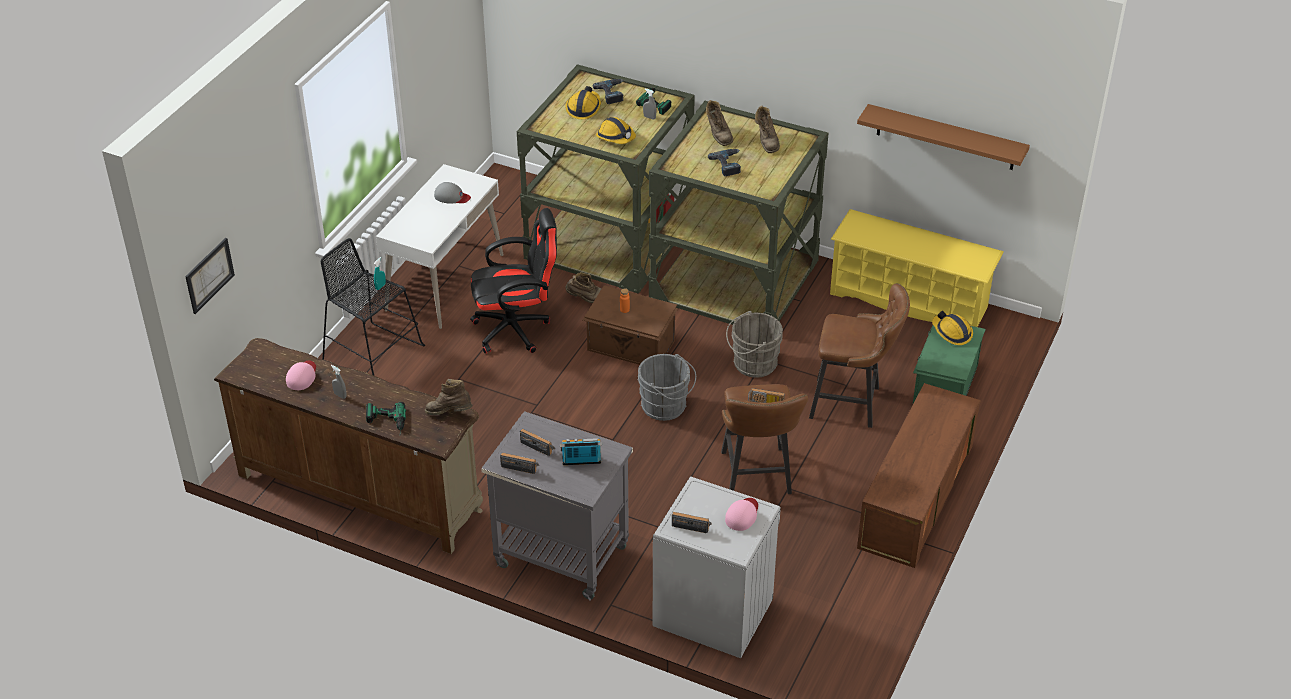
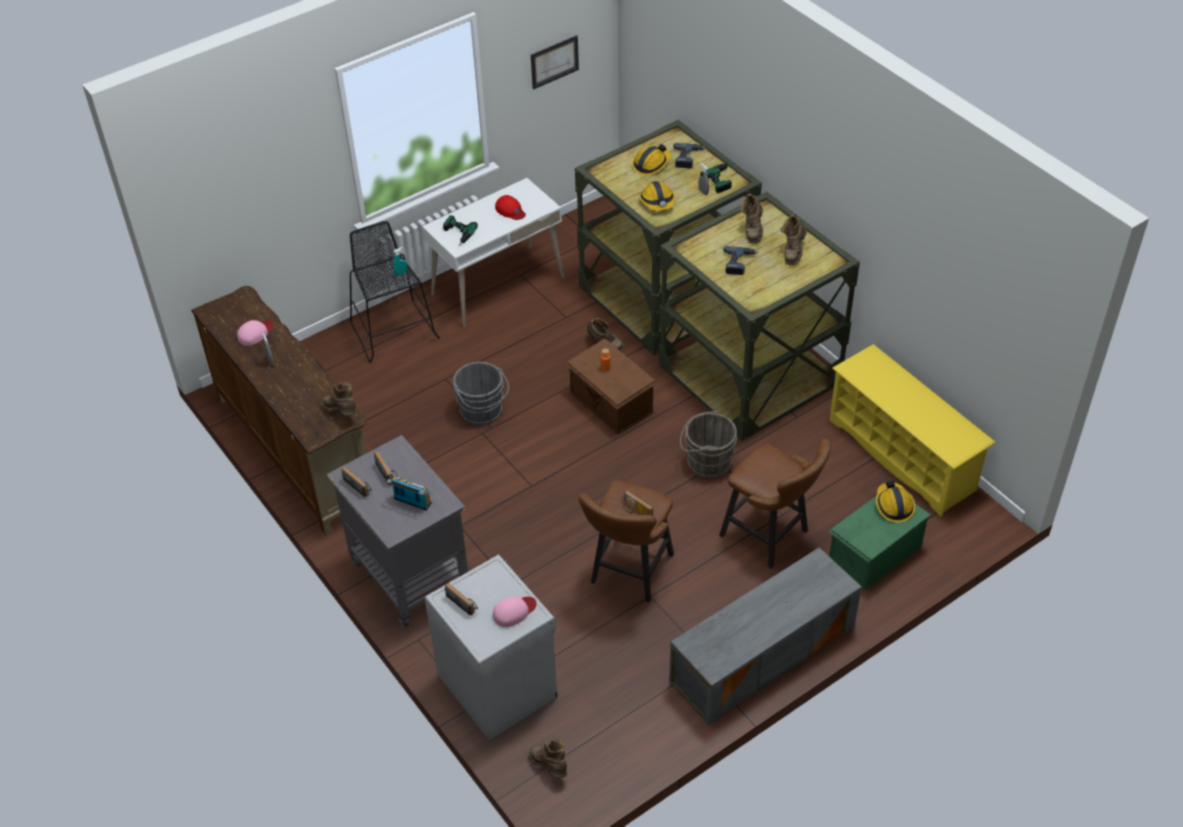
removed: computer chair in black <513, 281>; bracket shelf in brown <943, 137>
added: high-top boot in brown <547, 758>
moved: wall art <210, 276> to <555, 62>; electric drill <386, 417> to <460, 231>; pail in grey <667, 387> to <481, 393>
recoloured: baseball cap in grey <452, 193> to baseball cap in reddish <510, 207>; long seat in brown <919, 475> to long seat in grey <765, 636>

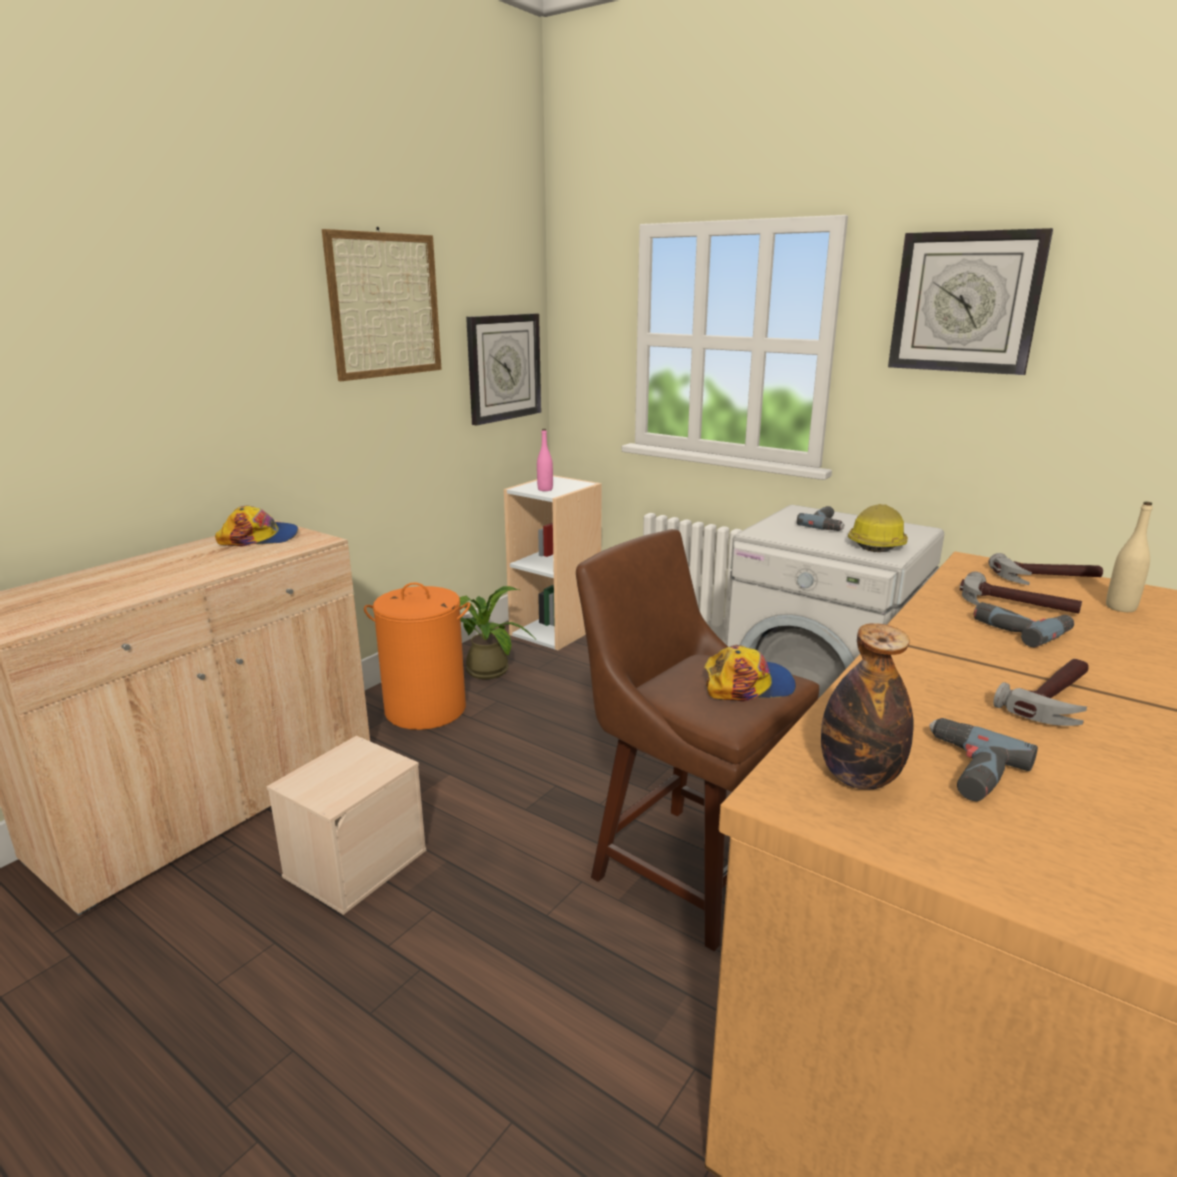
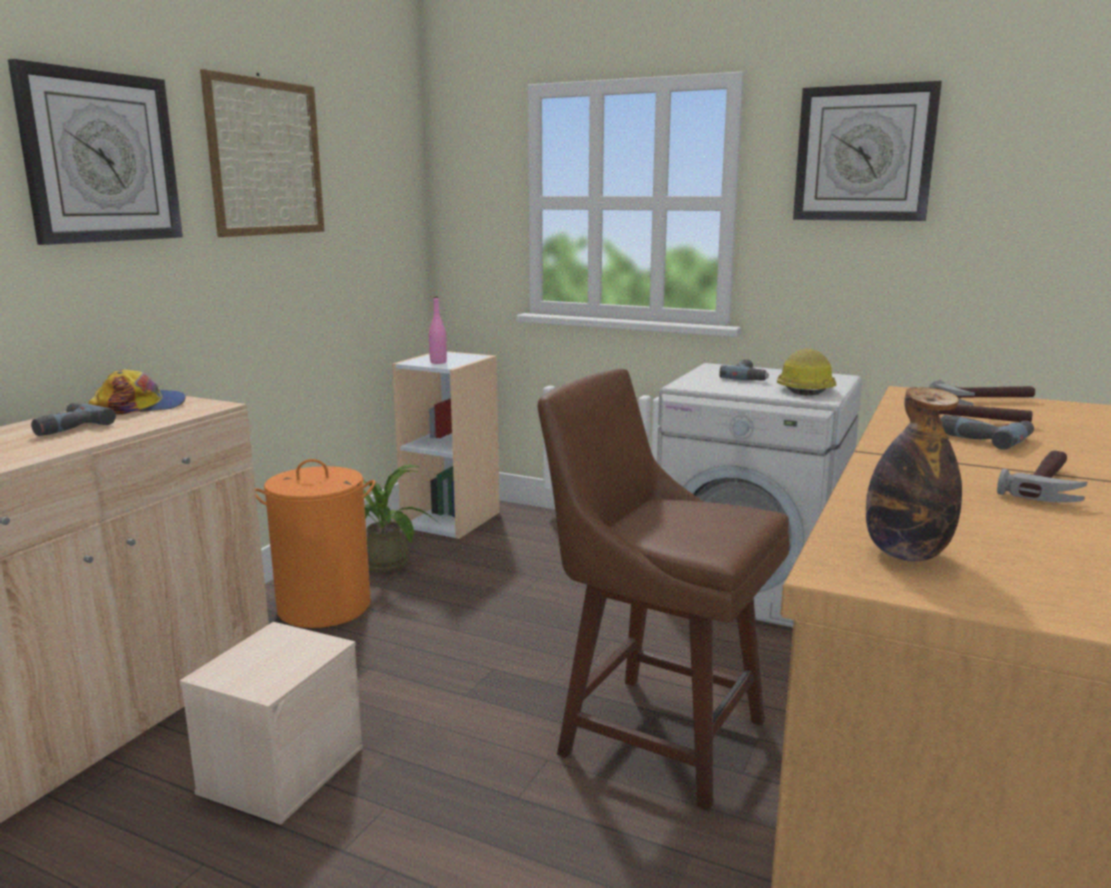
removed: baseball cap <750, 673>; beverage bottle in sand-coloured <1129, 557>
moved: hanging clock <503, 369> to <95, 152>; electric drill <983, 759> to <73, 419>

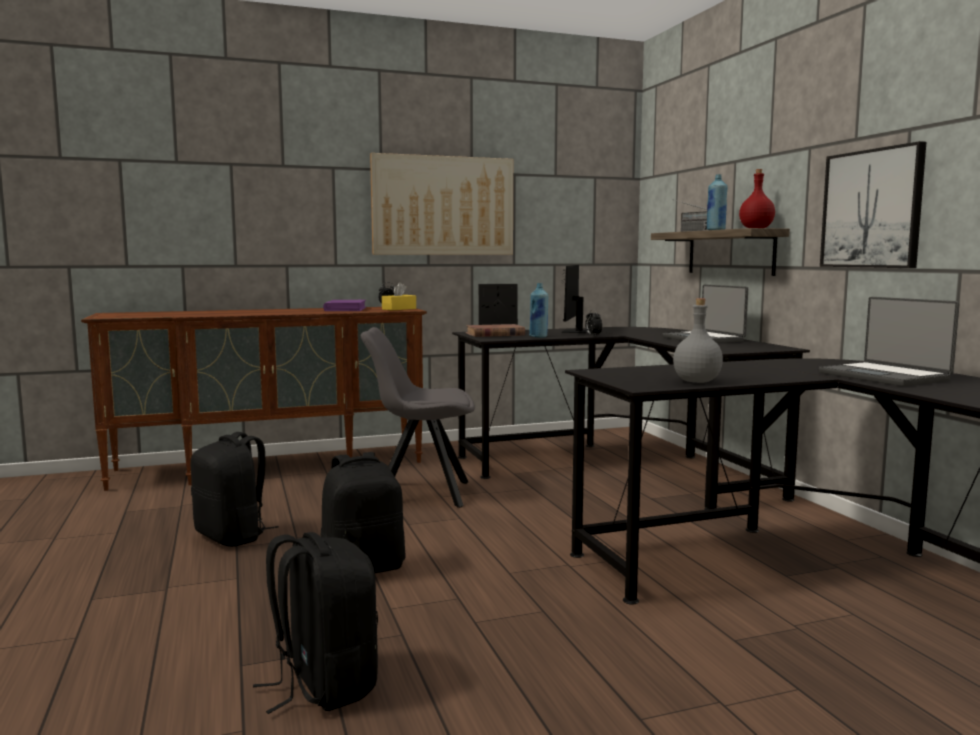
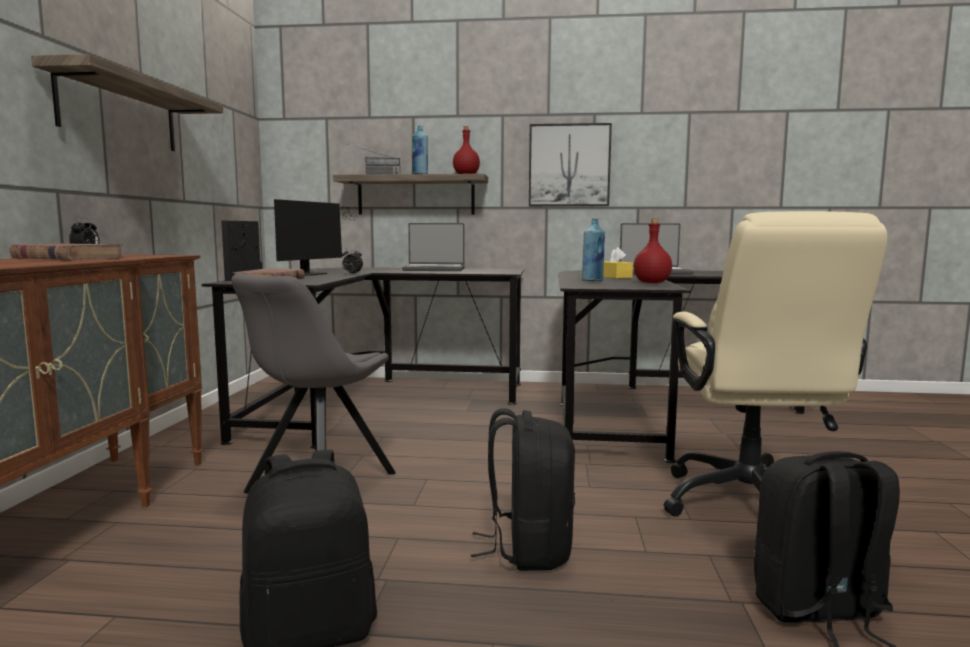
added: computer chair in sand-coloured <775, 364>
moved: tissue box in yellowish <399, 296> to <618, 263>; beverage bottle in blue <538, 310> to <593, 250>
replaced: wall art <441, 204> to bracket shelf <127, 102>
recoloured: volume in purplish <345, 305> to volume in brown <66, 251>; beverage bottle in grey <698, 340> to beverage bottle in reddish <652, 250>
turned: computer screen <574, 299> = <316, 237> 105 degrees counterclockwise

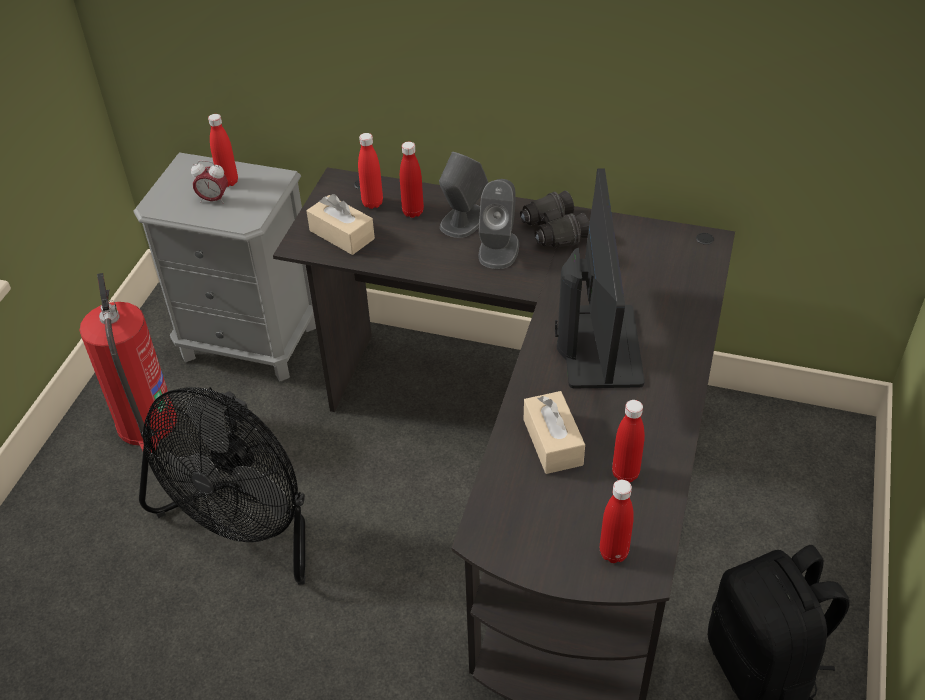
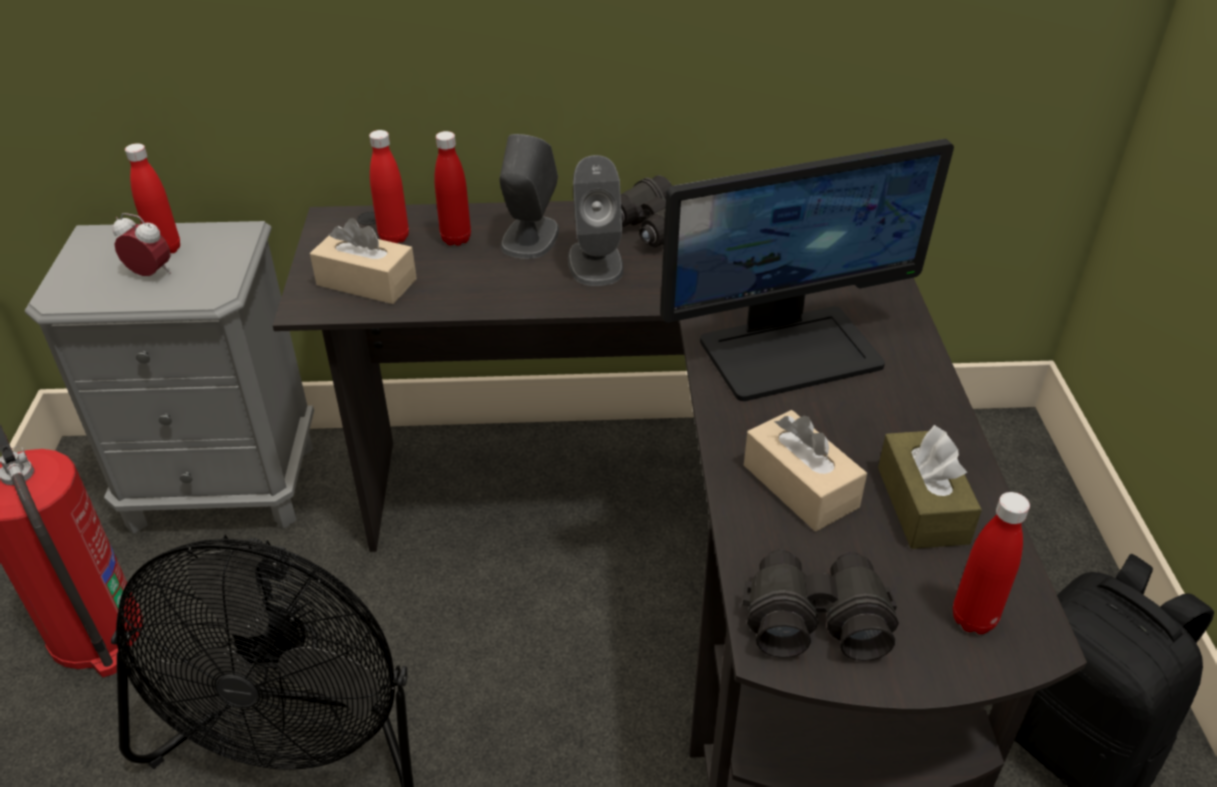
added: field glasses in black <821, 605>
replaced: beverage bottle in reddish <628, 441> to tissue box in brown <930, 487>
turned: bedside clock <209, 182> = <141, 244> 150 degrees counterclockwise; computer screen <600, 278> = <807, 270> 90 degrees clockwise

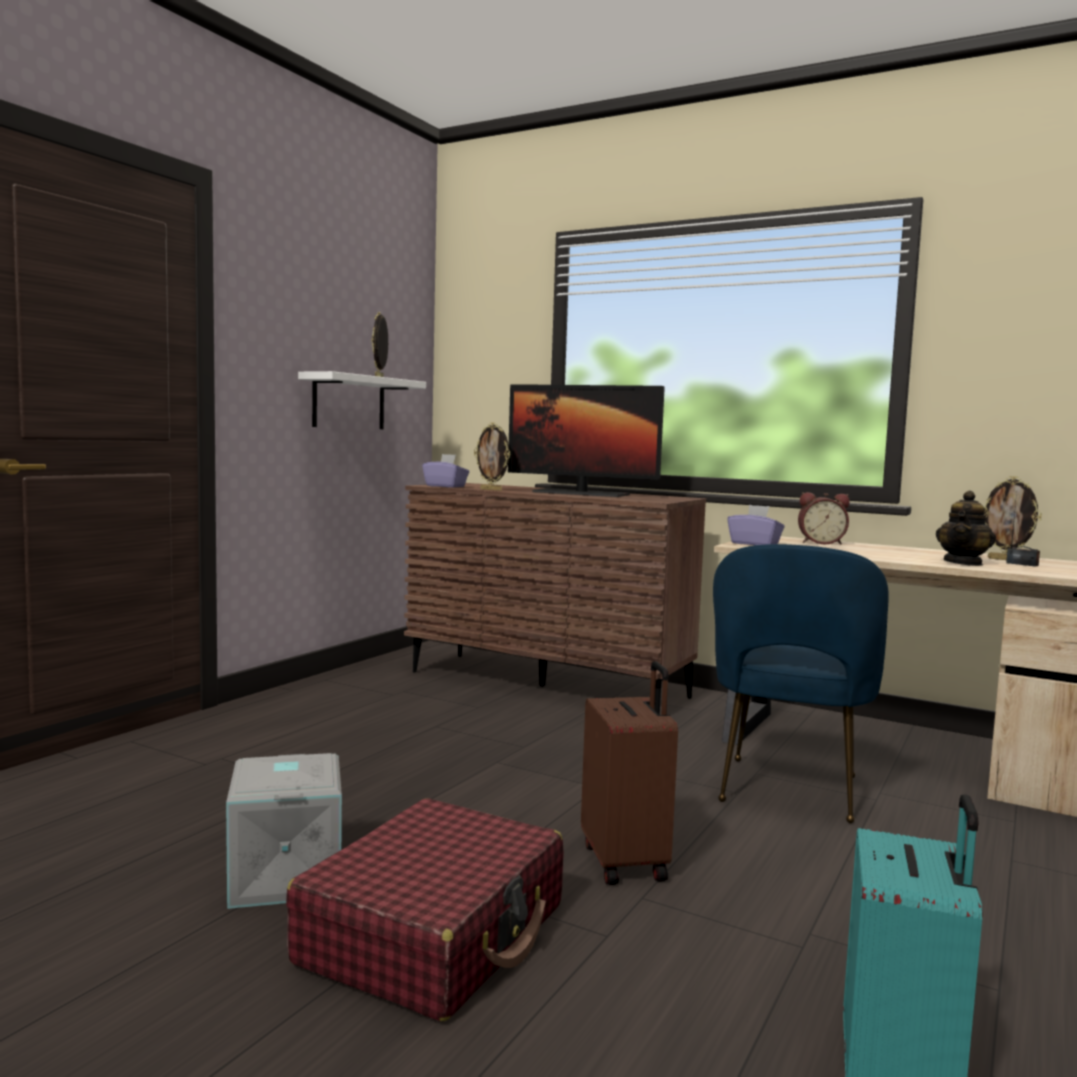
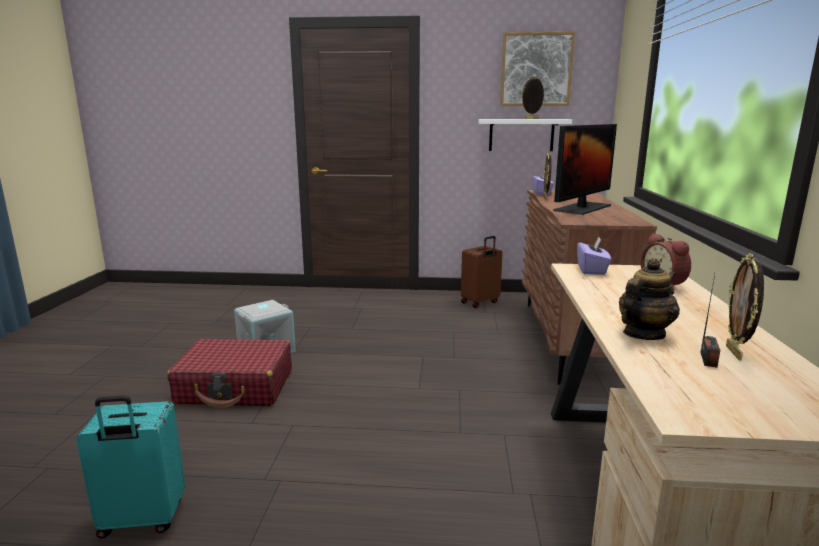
removed: chair in blue <801, 683>
added: wall art <537, 69>
moved: piece of luggage in brown <629, 773> to <482, 272>
turned: computer screen <586, 440> = <585, 169> 135 degrees counterclockwise; pot for tea <966, 528> = <649, 299> 135 degrees clockwise

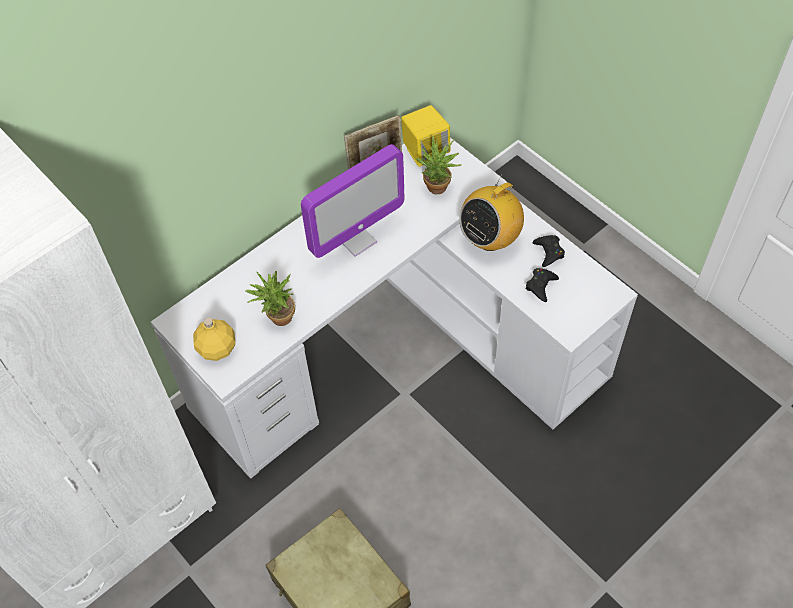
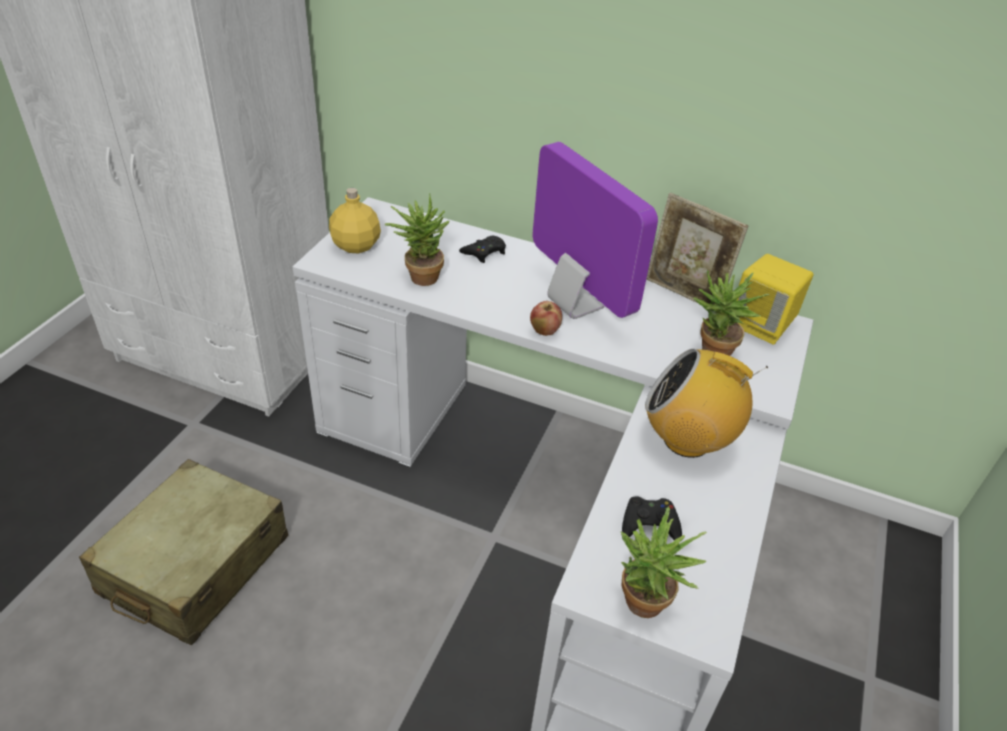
added: apple fruit <546, 318>; plant in a pot <663, 562>
moved: gamepad in black <549, 251> to <482, 249>
turned: computer screen <352, 201> = <595, 230> 150 degrees counterclockwise

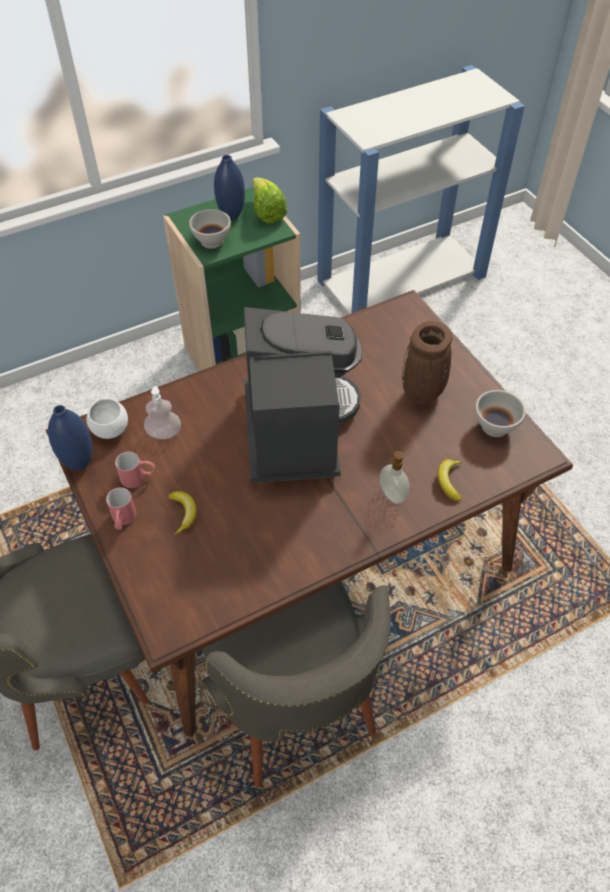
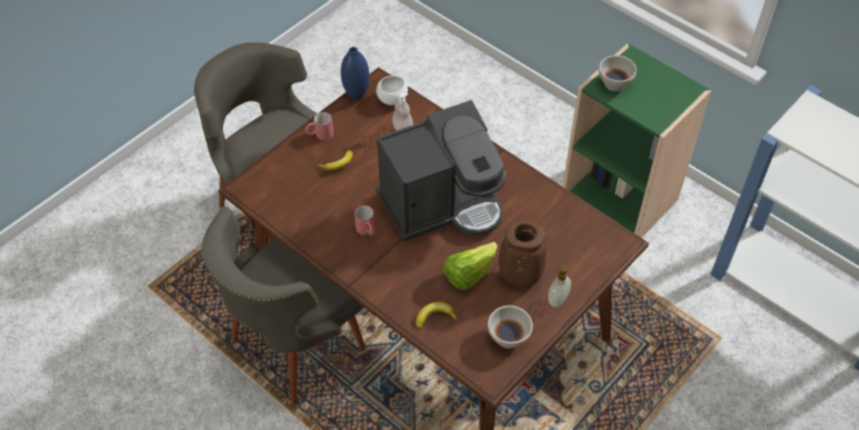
removed: vase in blue <229, 187>
moved: mug in reddish <135, 470> to <364, 221>; lettuce <269, 200> to <470, 266>; liquid soap bottle <395, 477> to <559, 285>

